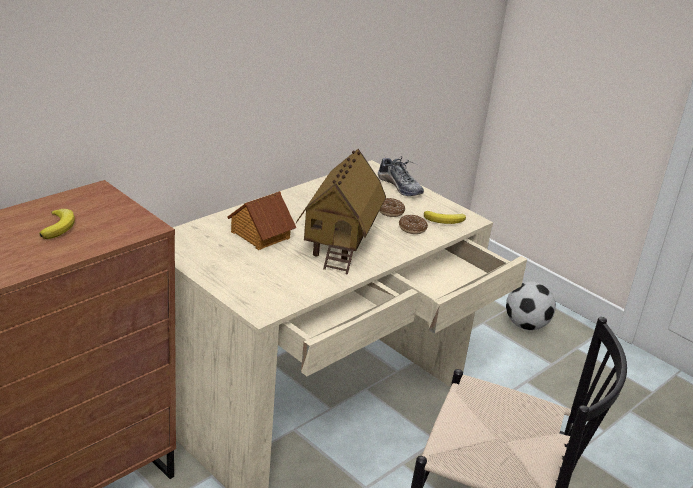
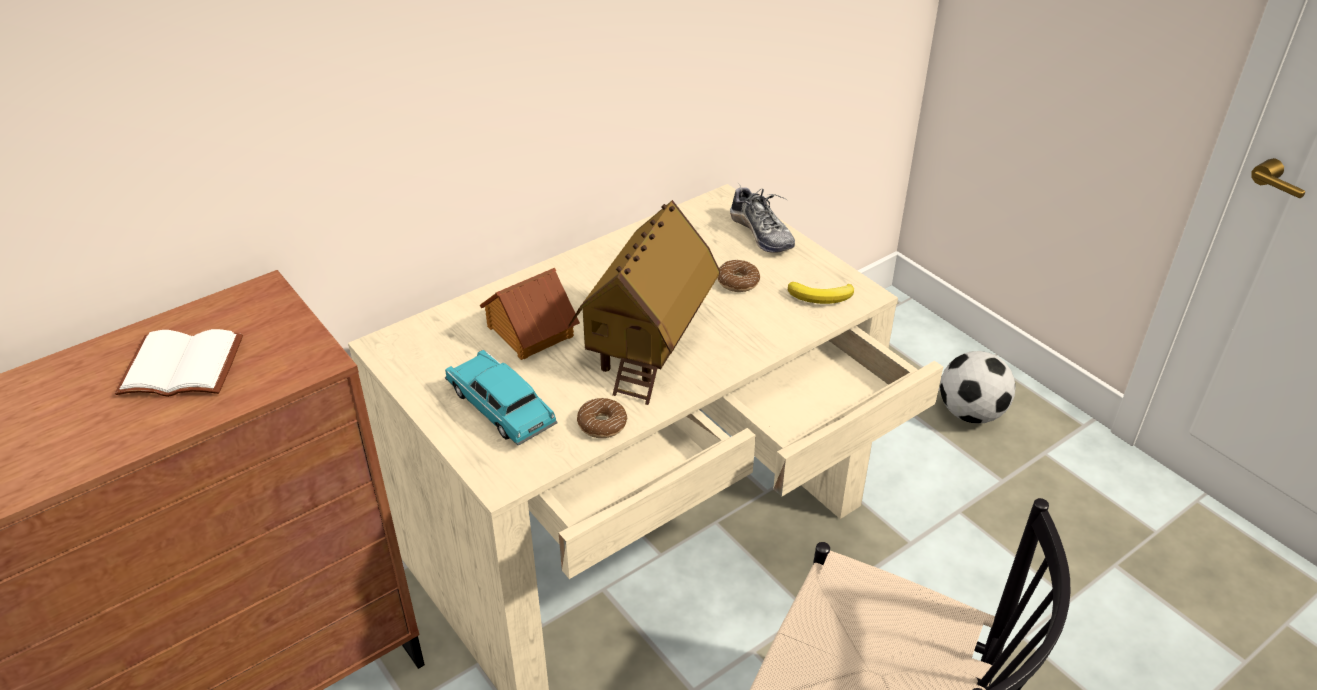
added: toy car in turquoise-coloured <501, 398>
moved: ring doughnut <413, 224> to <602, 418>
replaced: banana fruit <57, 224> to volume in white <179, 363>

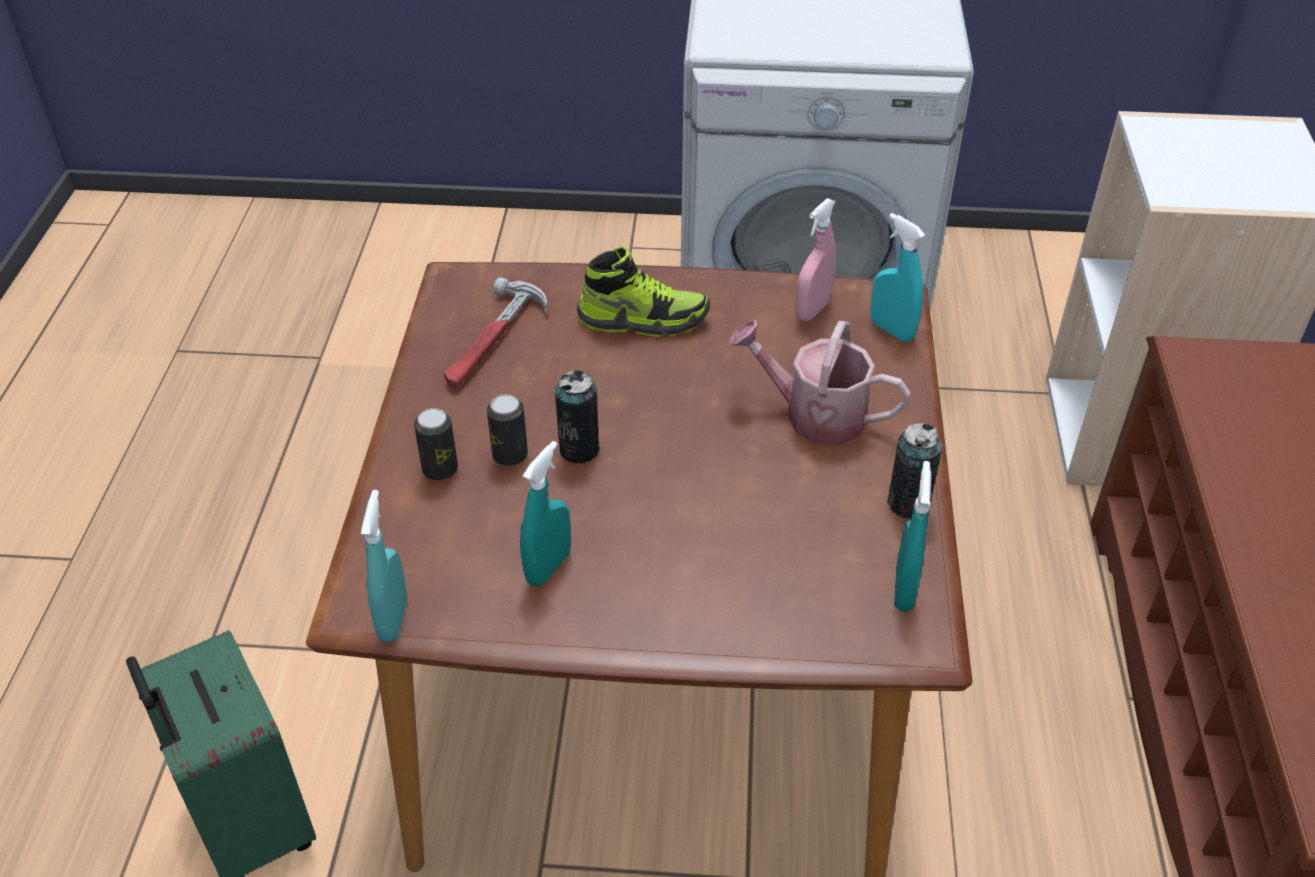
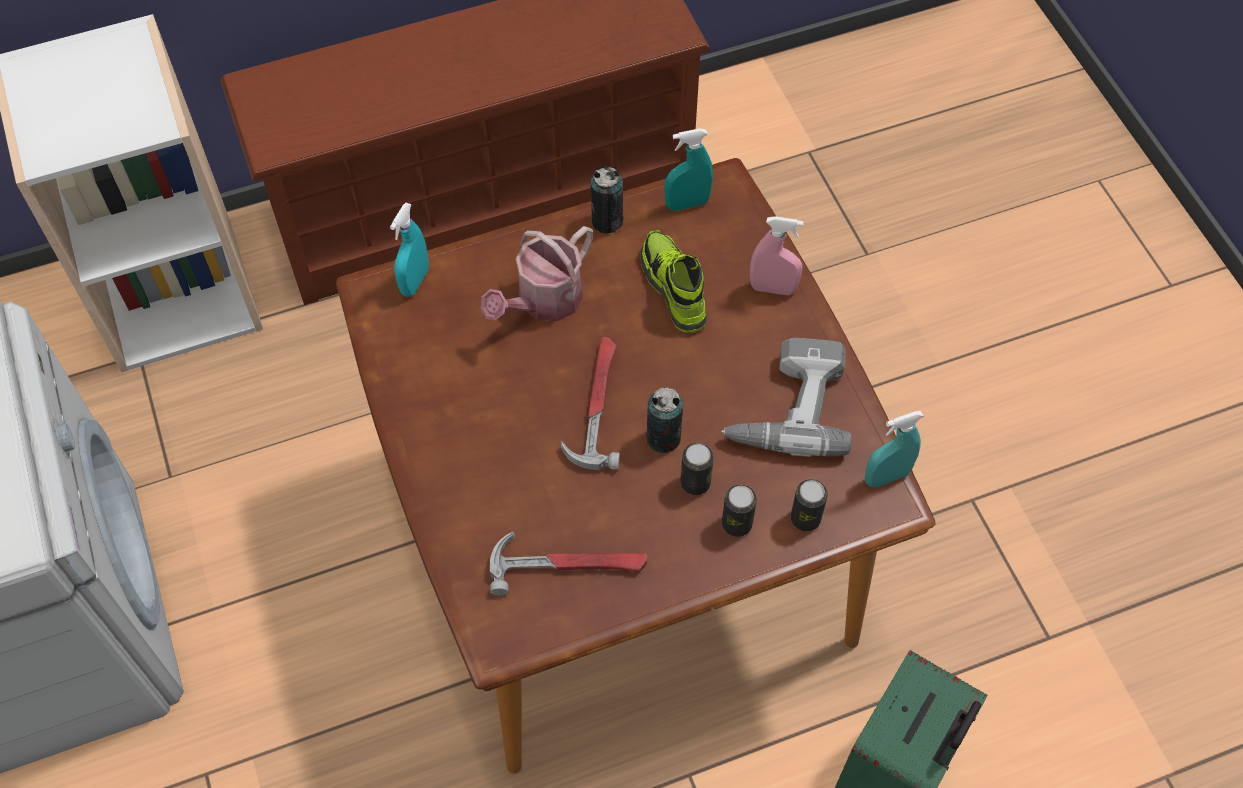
added: hand hammer <590, 403>; can <809, 505>
moved: item of footwear <643, 292> to <674, 281>; spray bottle in pink-coloured <815, 260> to <777, 255>
replaced: spray bottle in turquoise-coloured <545, 514> to electric drill <786, 397>
turned: watering can <819, 382> = <537, 273> 45 degrees clockwise

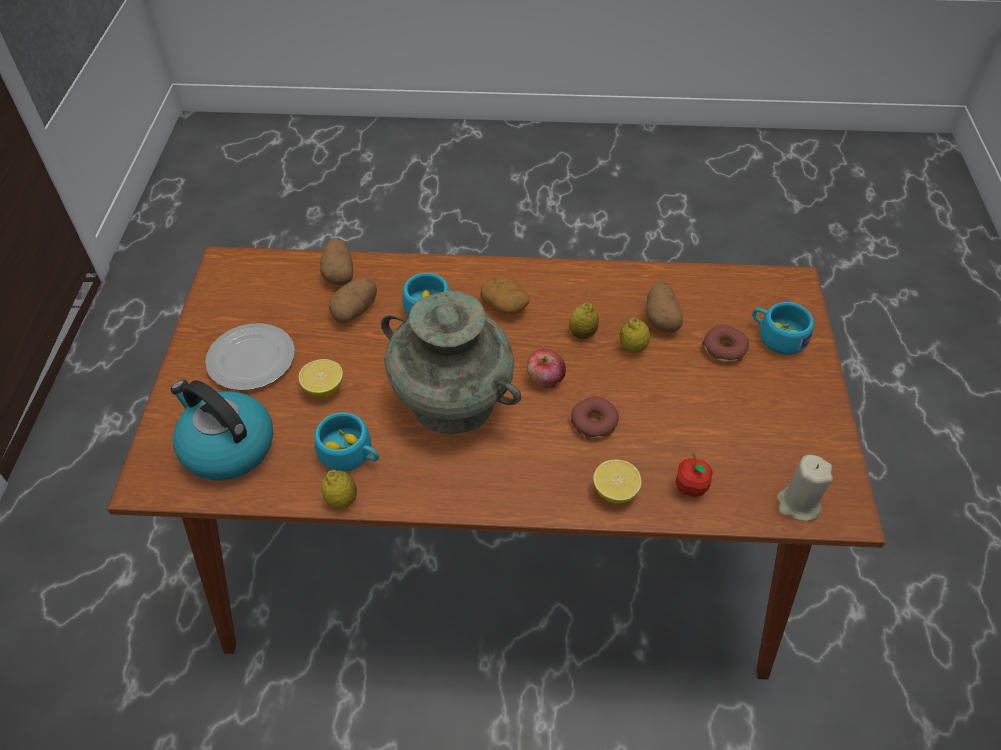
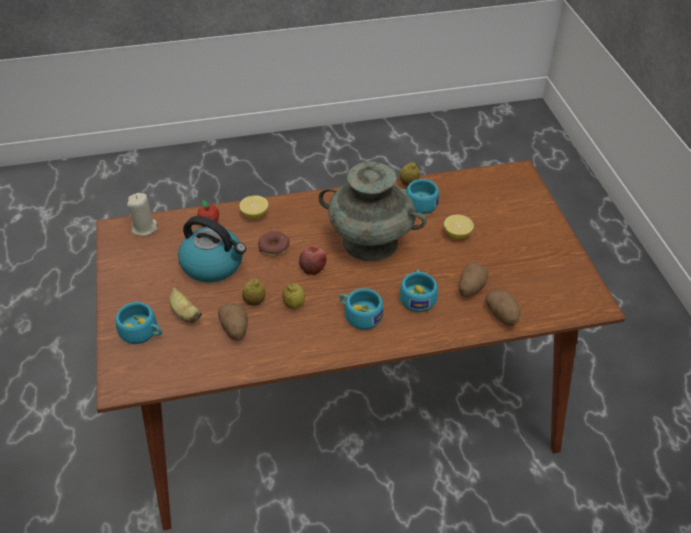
removed: flat dish <250, 357>
moved: water kettle <221, 430> to <212, 249>
replaced: whole potato <504, 295> to drinking cup in turquoise-coloured <361, 309>; ring doughnut <725, 343> to banana fruit <185, 305>

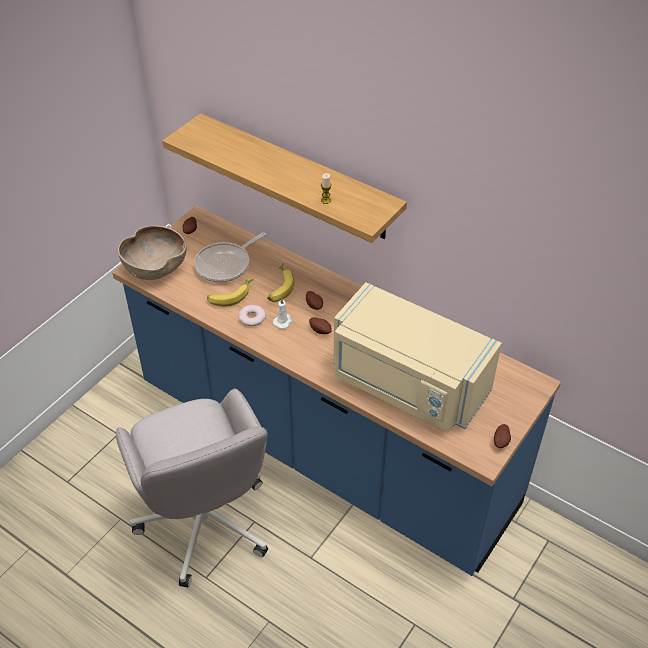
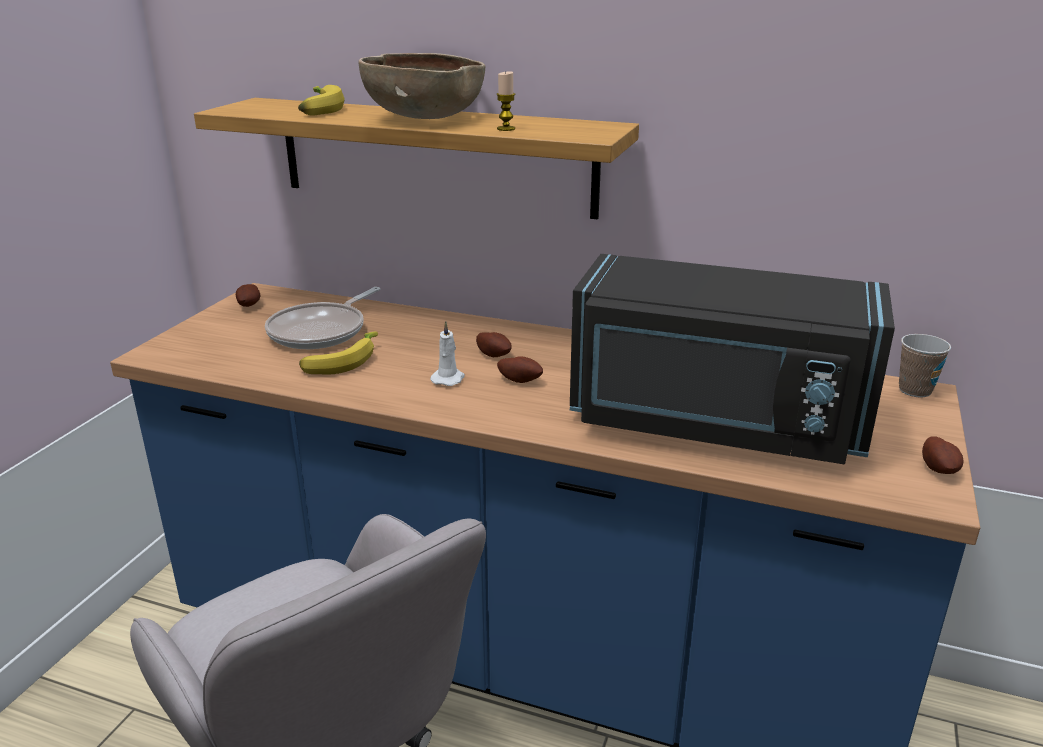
removed: ring doughnut <252, 315>
added: drinking cup <925, 365>
moved: deep dish in brown <152, 252> to <422, 86>; banana fruit <281, 282> to <321, 100>
recoloured: kitchen microwave in sand-coloured <417, 357> to kitchen microwave in black <732, 359>

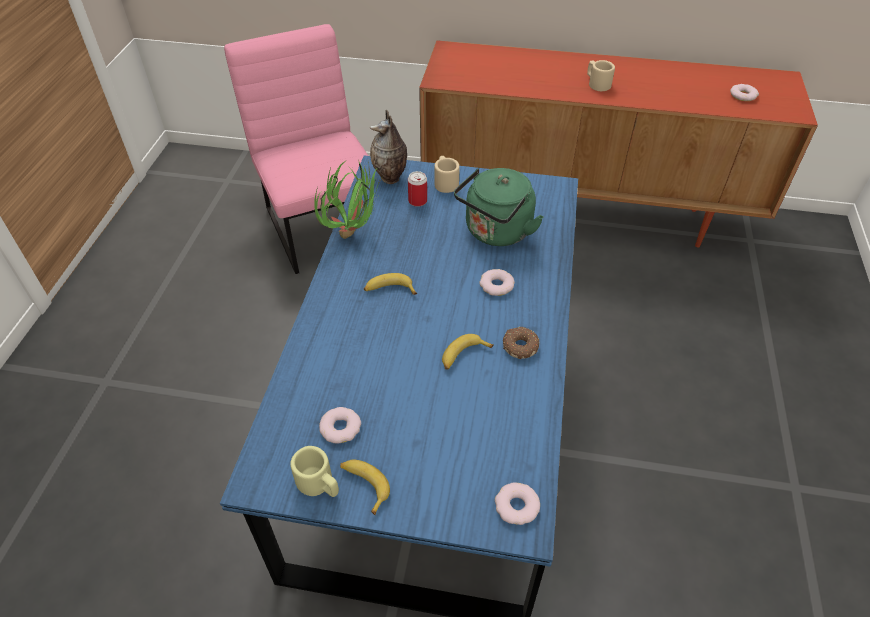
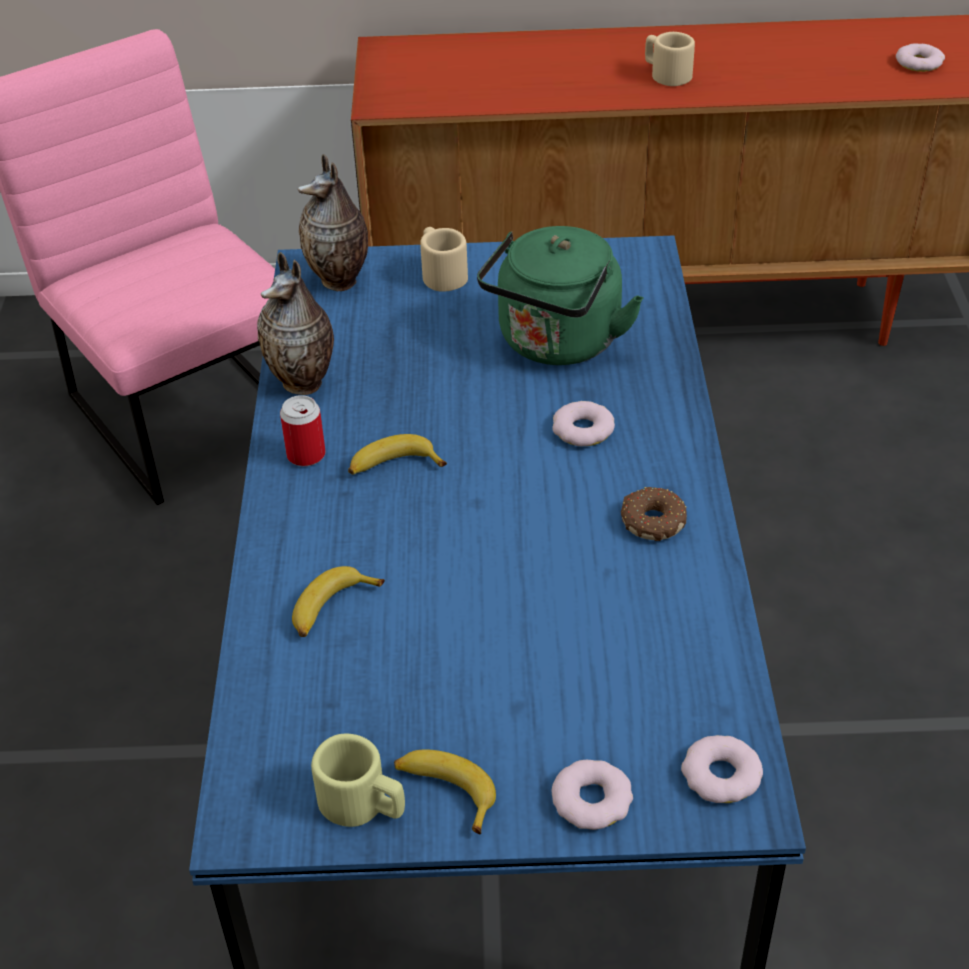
moved: ring doughnut <340, 425> to <592, 795>; can <417, 189> to <303, 430>; banana fruit <468, 352> to <338, 601>
replaced: plant in a pot <349, 199> to vase <295, 323>

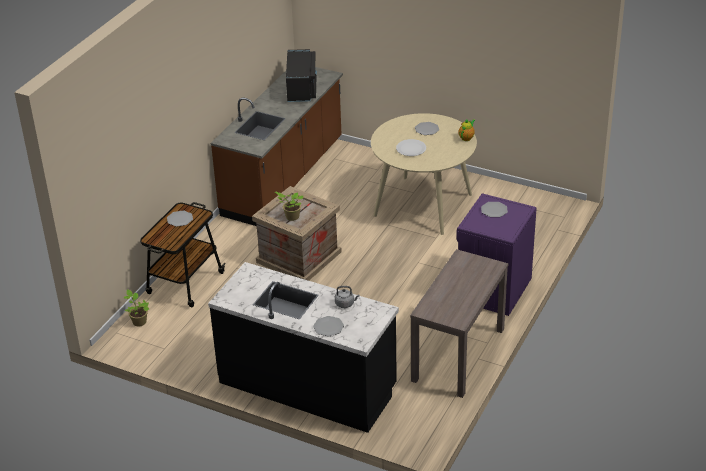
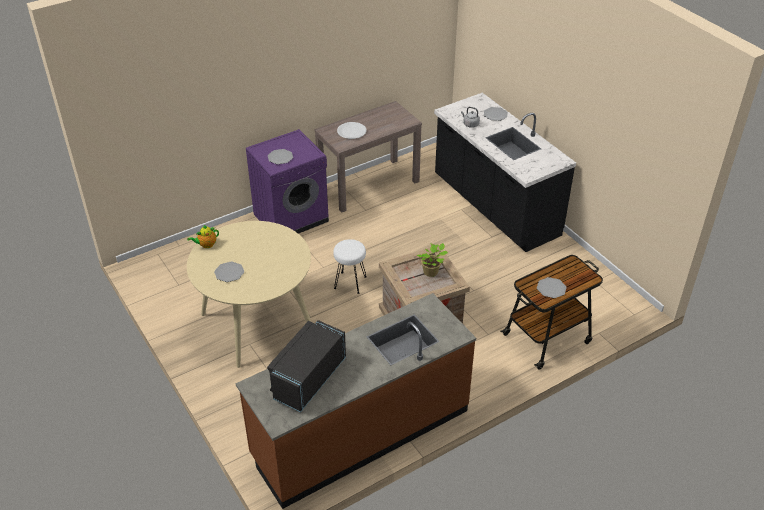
removed: plant in a pot <136, 308>
added: stool seat in white <350, 266>
moved: flat dish in white <411, 147> to <351, 130>

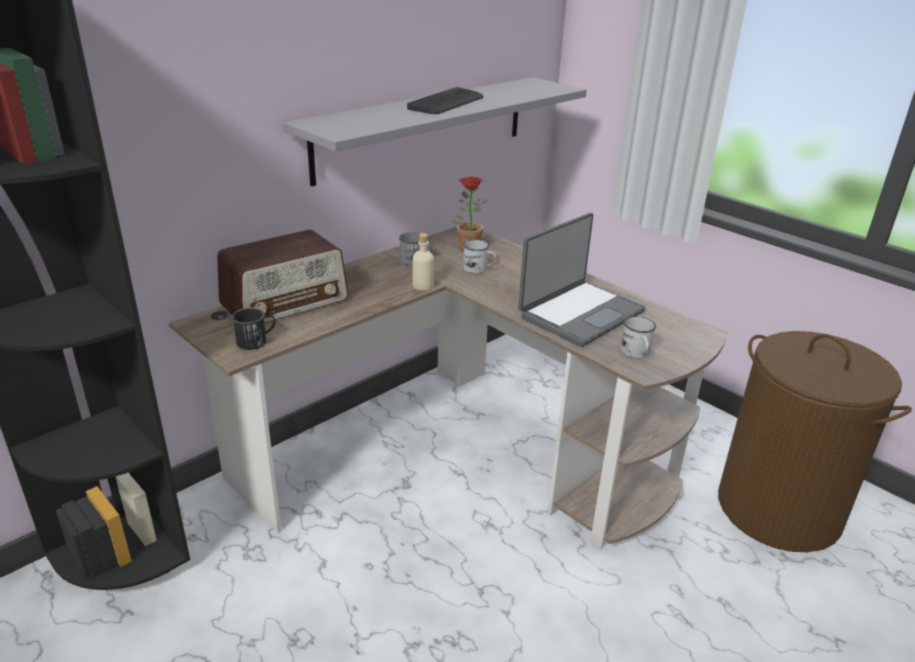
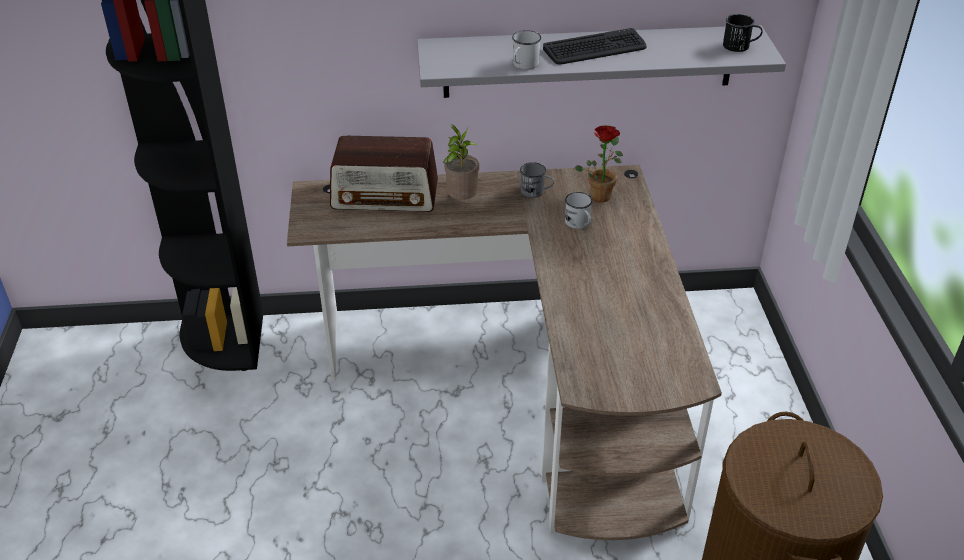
removed: beverage bottle in sand-coloured <423, 262>; portable computer <582, 280>
added: plant in a pot <461, 162>
moved: mug in black <253, 329> to <743, 33>; mug in white <638, 337> to <526, 49>

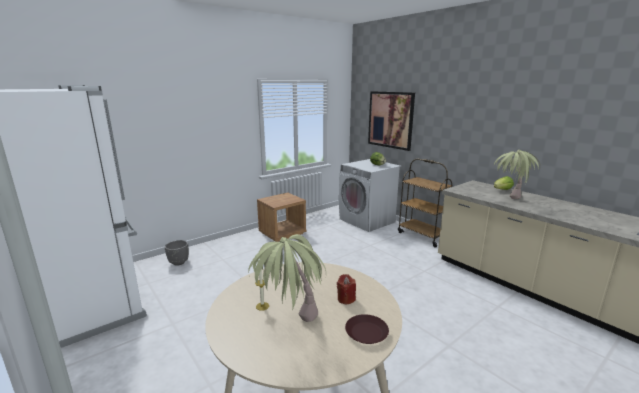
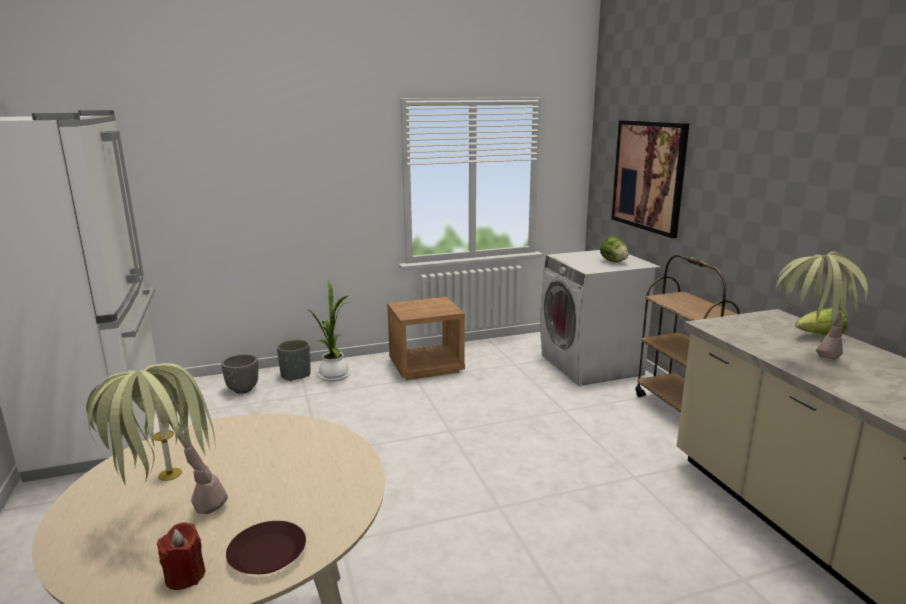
added: flower pot in grey <294, 360>; plant in a pot <329, 331>
moved: candle in reddish <346, 289> to <181, 556>

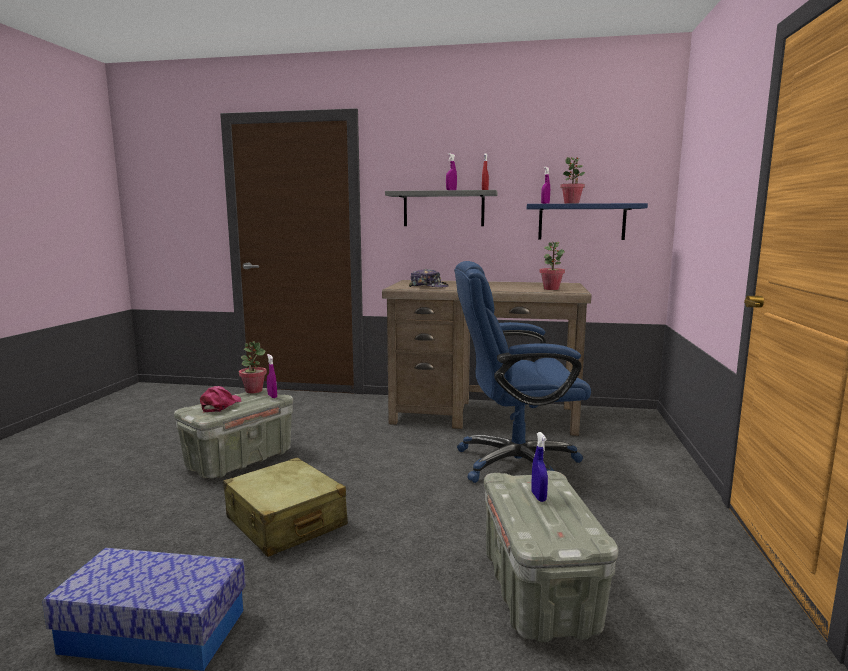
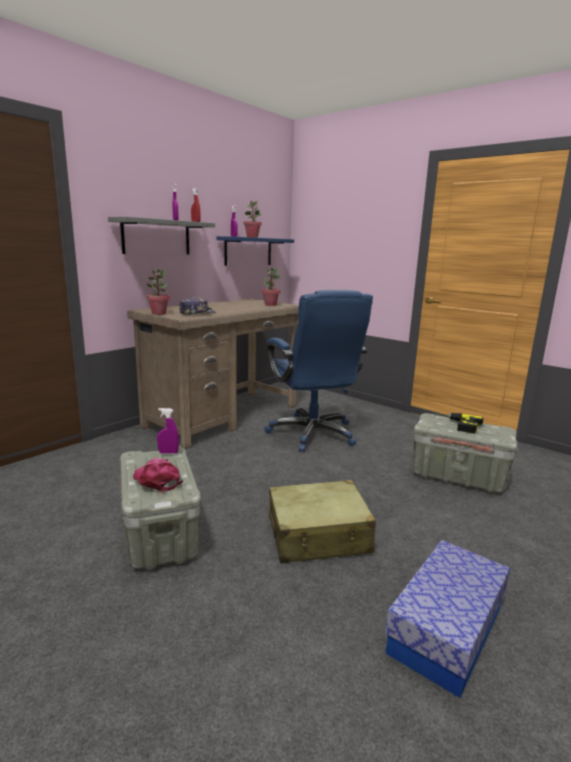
moved: plant in a pot <253, 367> to <158, 292>
replaced: spray bottle in blue <539, 467> to electric drill <458, 423>
turned: computer chair in blue <522, 372> = <319, 371> 45 degrees counterclockwise

